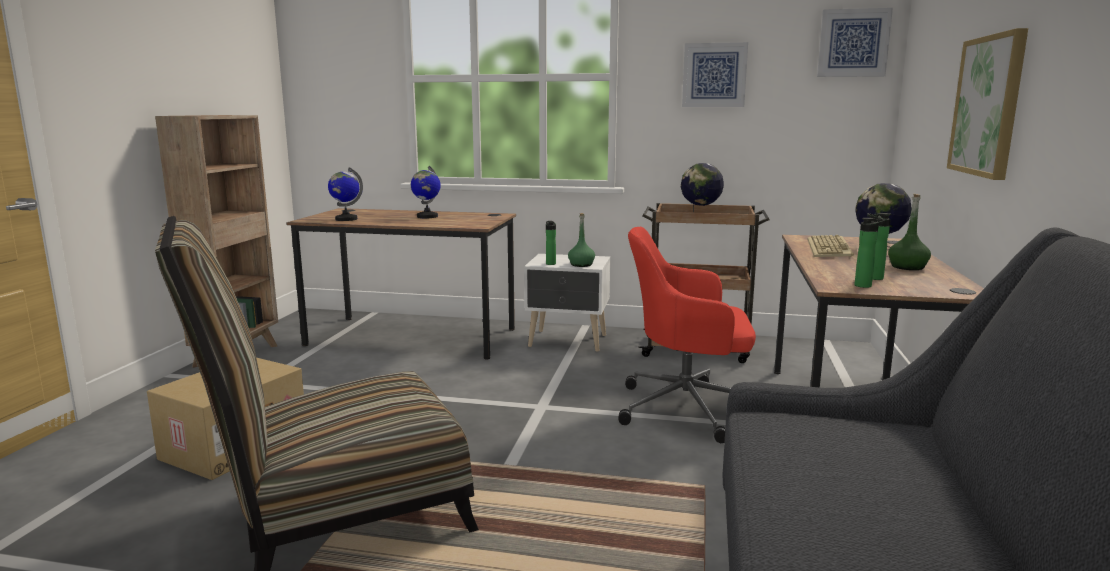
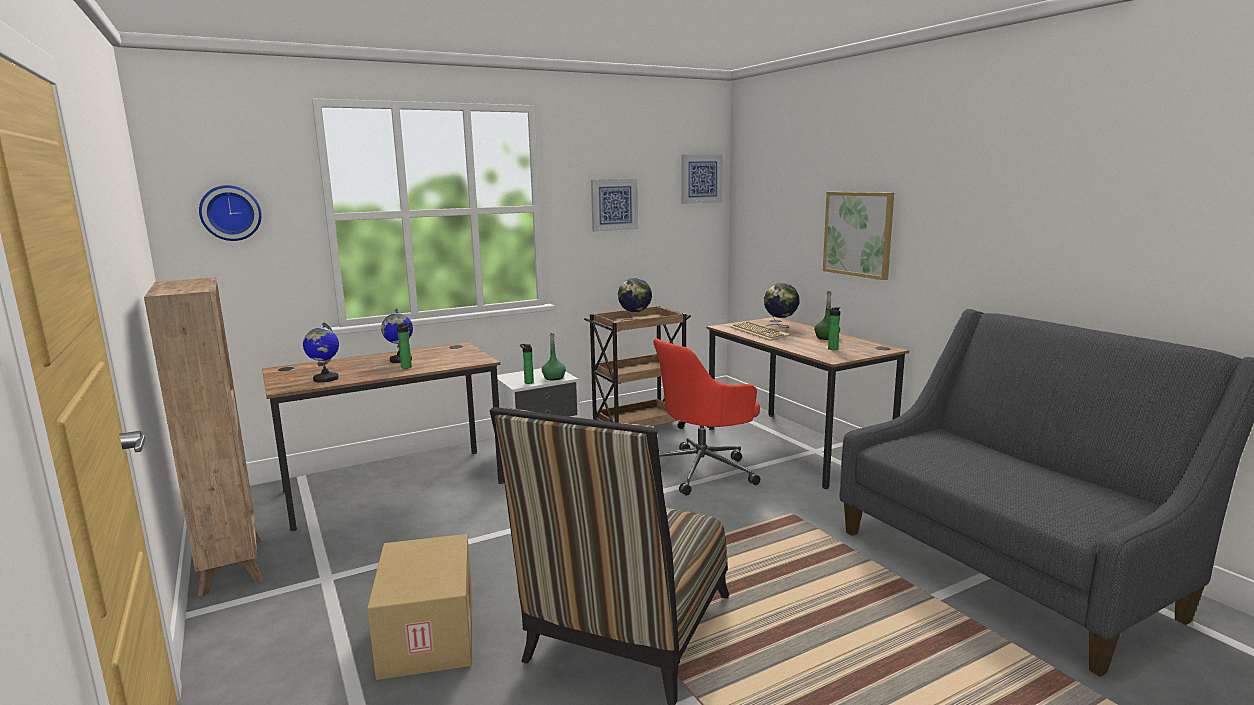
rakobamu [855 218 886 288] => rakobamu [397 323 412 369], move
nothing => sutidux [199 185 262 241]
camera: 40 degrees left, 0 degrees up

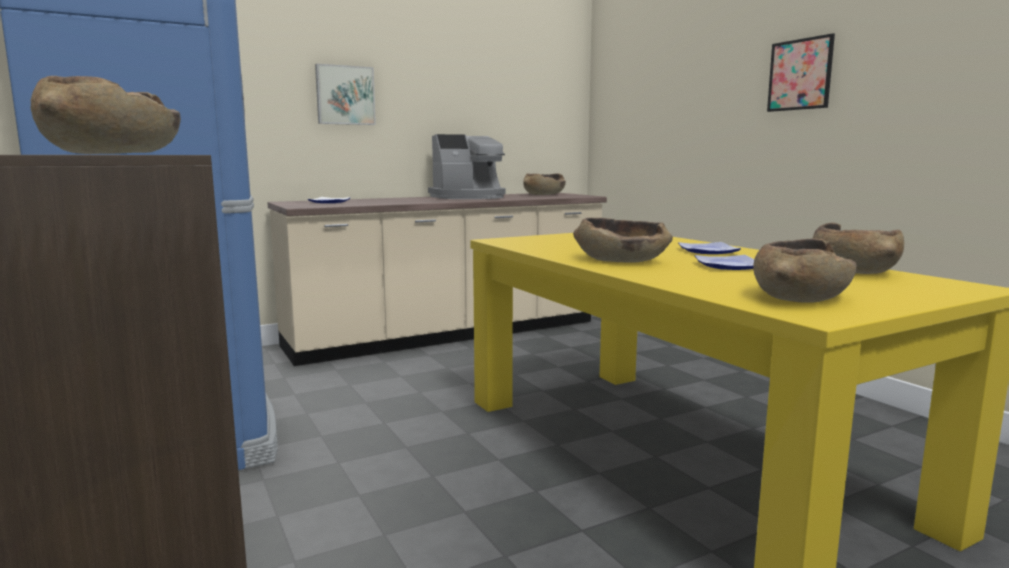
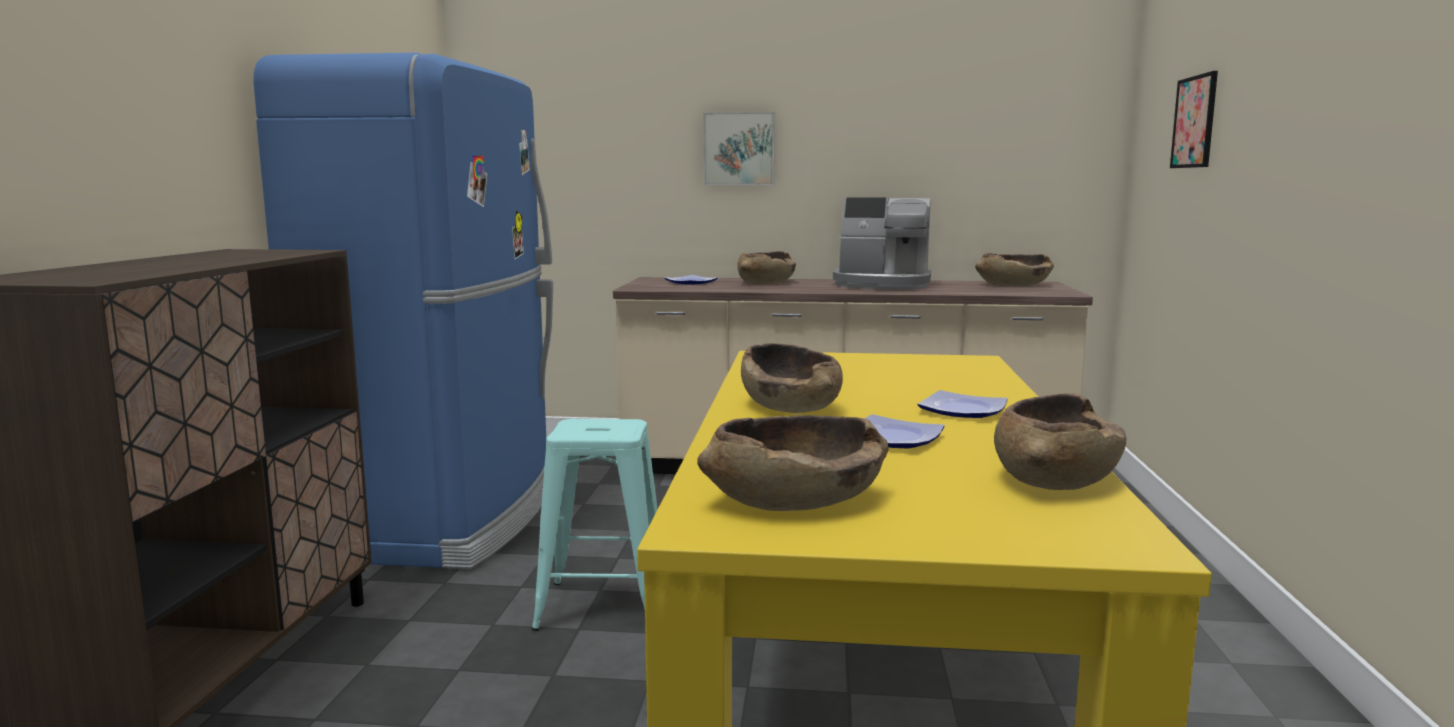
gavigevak [767 33 835 112] => gavigevak [1170 71 1218 168], move
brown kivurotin [31 76 181 154] => brown kivurotin [737 251 796 284], move
nothing => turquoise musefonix [532 419 657 631]
camera: 35 degrees right, 0 degrees up

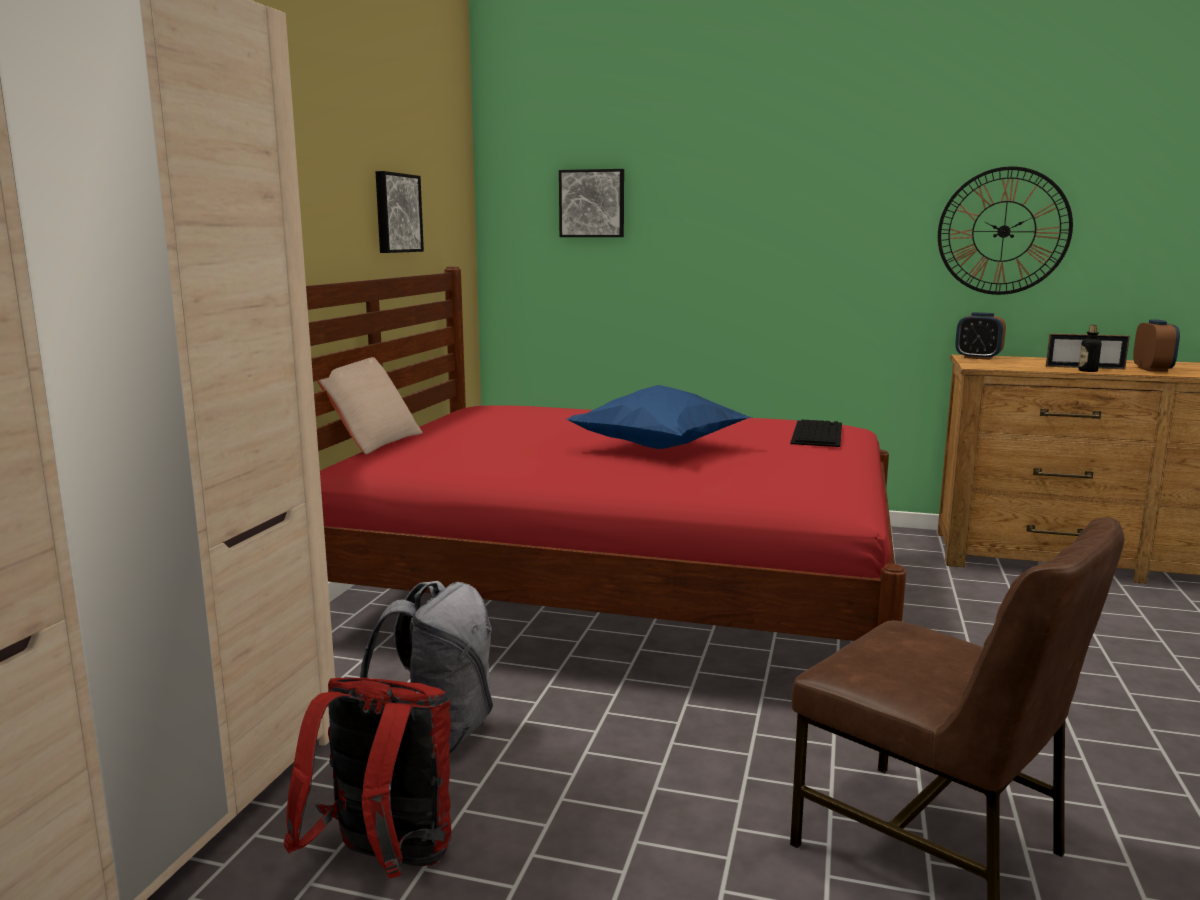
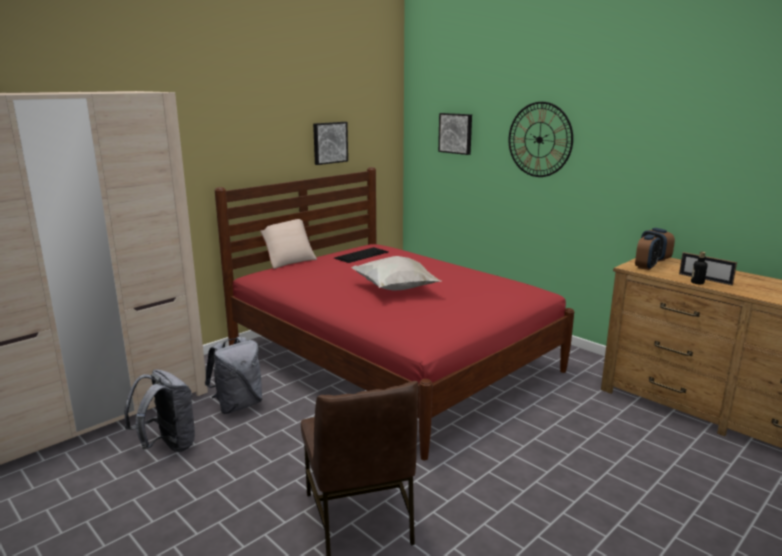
sutidux [938 166 1073 295] => sutidux [509 102 573 177], move
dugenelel [1133 319 1180 372] => dugenelel [635 234 661 270], move
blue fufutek [565 385 753 449] => white fufutek [351 256 442 291]
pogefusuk [790 420 842 447] => pogefusuk [334 247 388 263], move
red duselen [283 678 452 878] => grey duselen [125 369 195 452]
camera: 30 degrees right, 5 degrees up

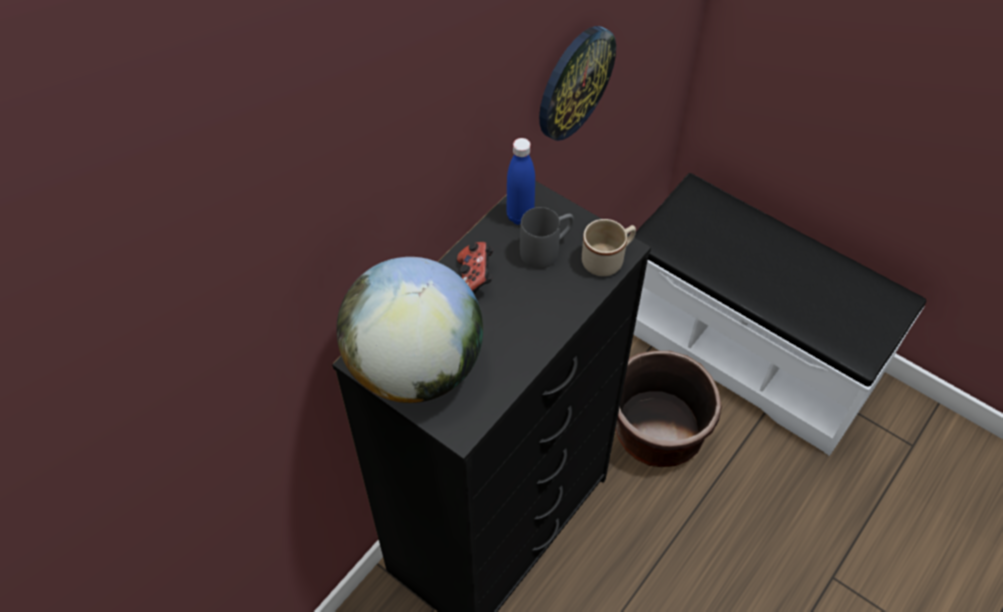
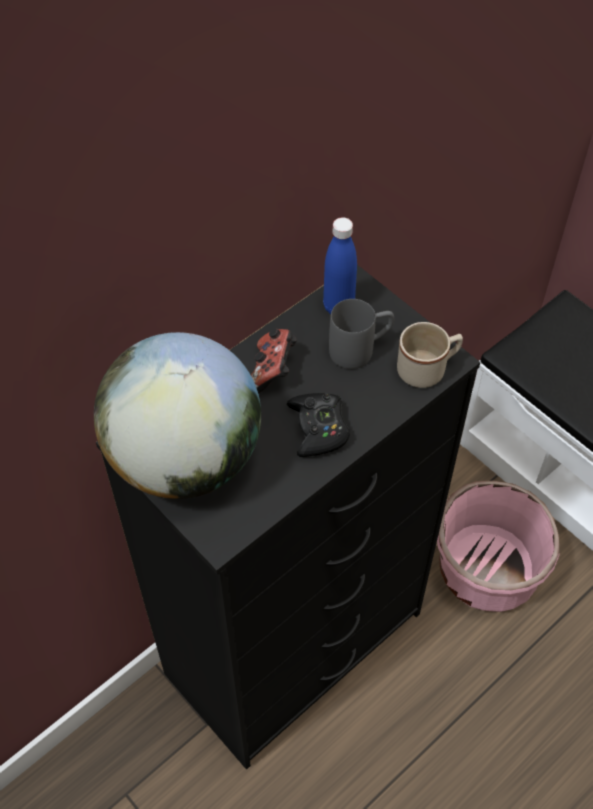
sutidux [539 26 616 141] => nothing
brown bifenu [615 351 722 467] => pink bifenu [437 481 560 612]
nothing => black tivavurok [287 393 350 457]
camera: 10 degrees right, 0 degrees up

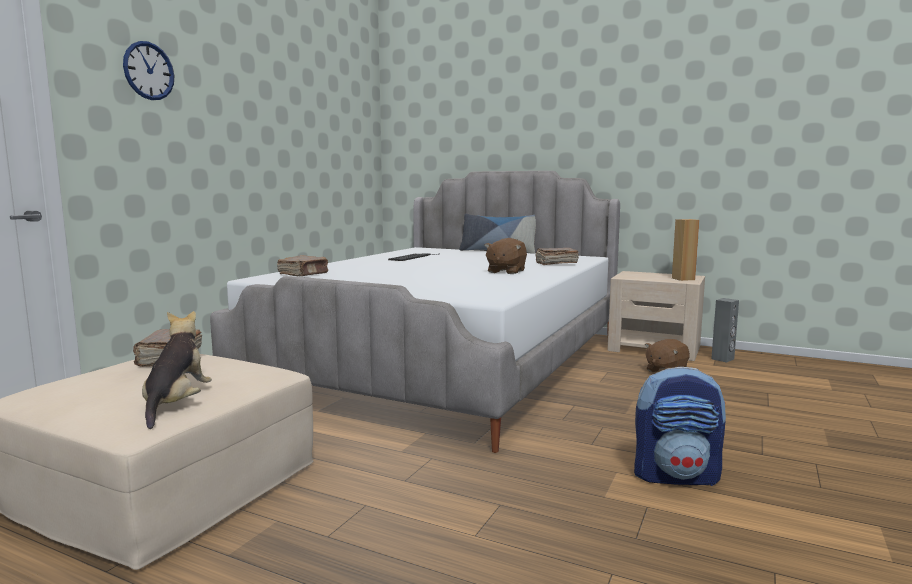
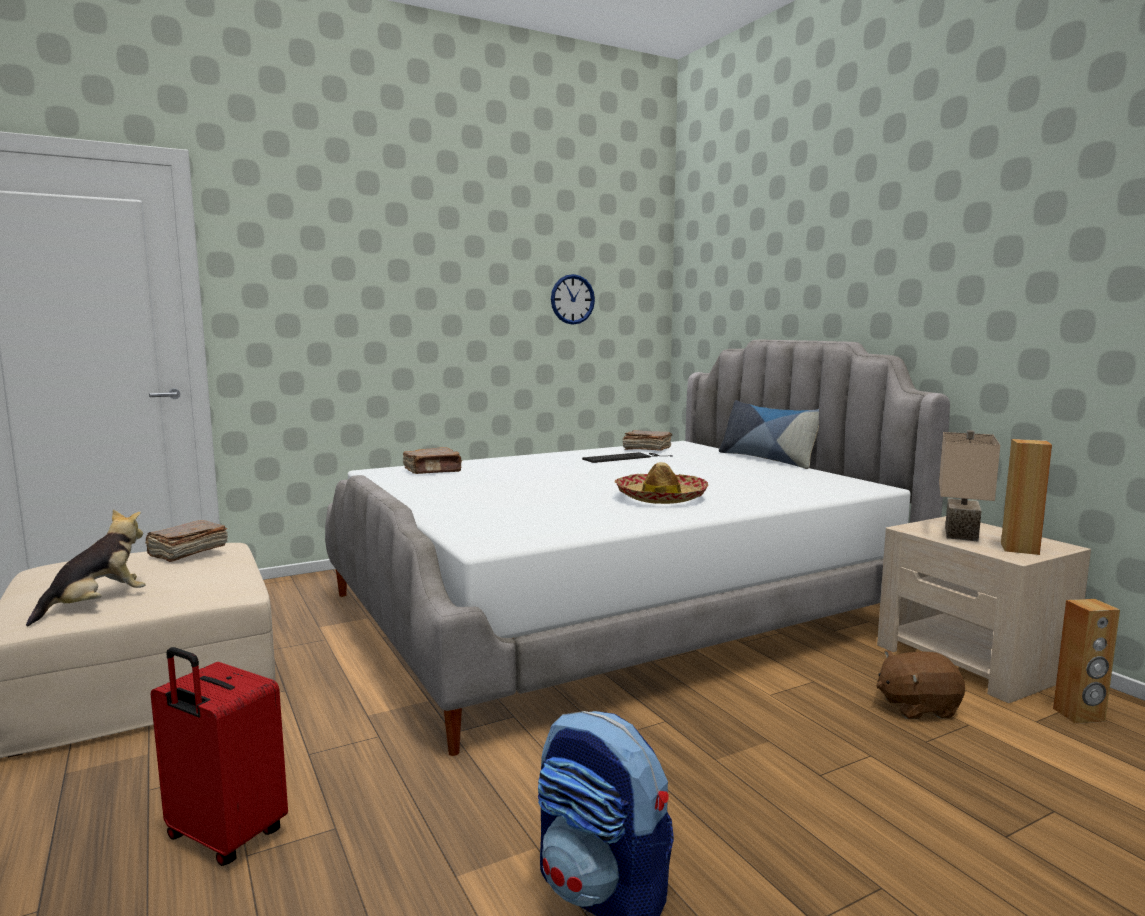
sutidux [123 41 174 100] => sutidux [551 274 595 325], move
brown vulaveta [484 238 527 274] => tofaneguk [614 462 709 504]
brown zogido [535 248 579 265] => brown zogido [622 430 672 451], move
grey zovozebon [711 298 739 363] => brown zovozebon [1053 599 1120 724]
nothing => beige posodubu [939 430 1000 541]
nothing => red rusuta [151 647 288 866]
camera: 35 degrees right, 0 degrees up

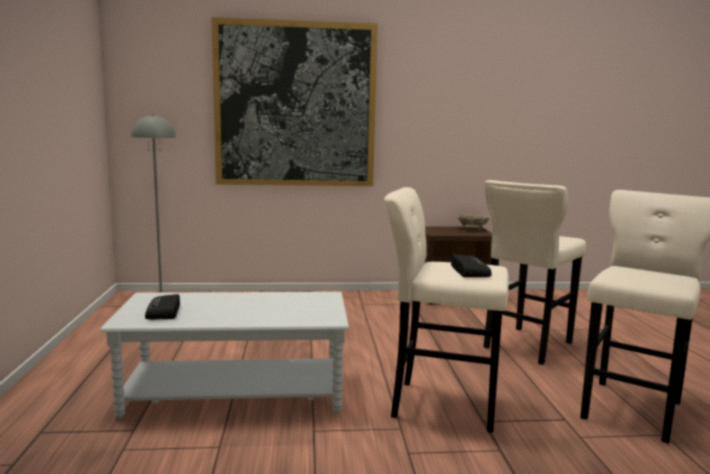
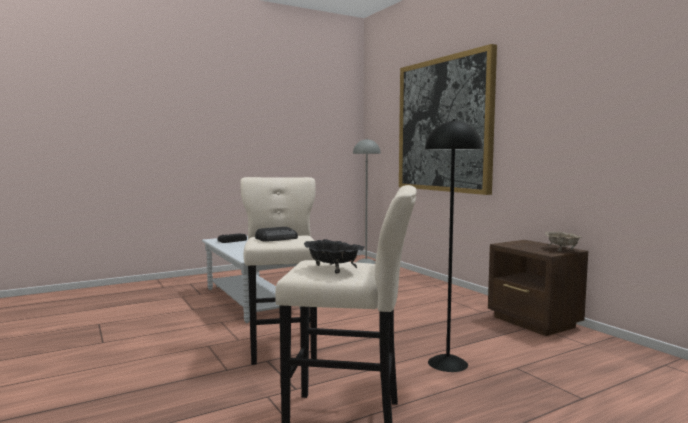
beige musefonix [484 180 586 365] => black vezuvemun [425 119 482 372]
nothing => black kivurotin [304 239 365 273]
camera: 65 degrees right, 5 degrees down

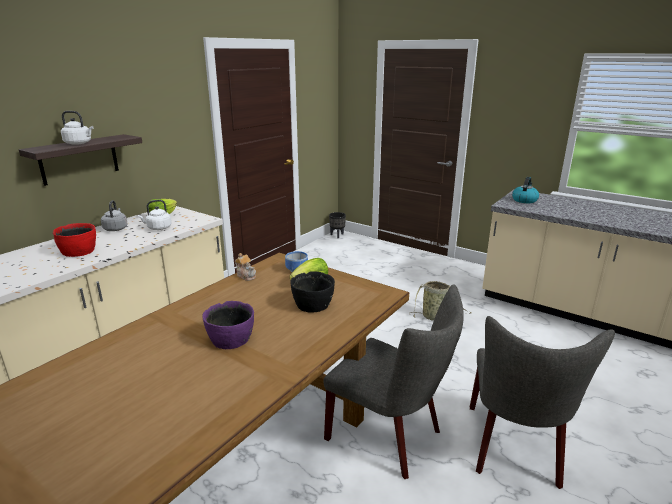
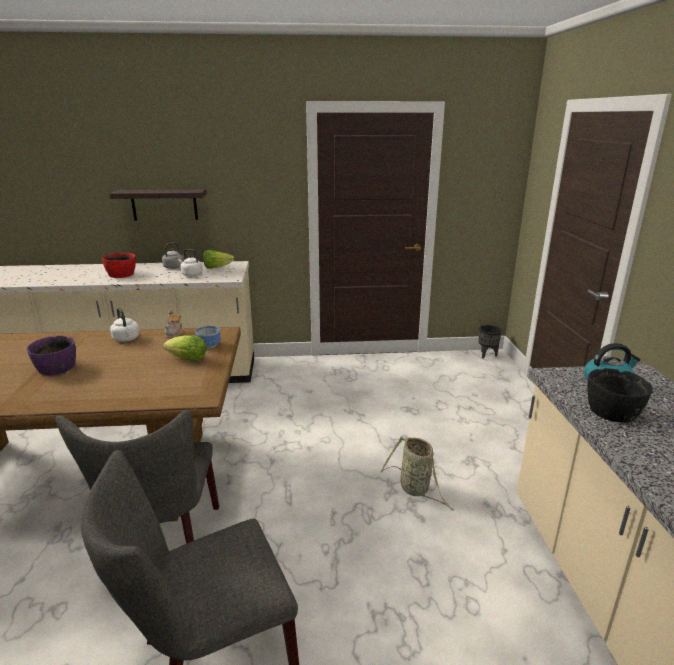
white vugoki [61 111 94 145] => white vugoki [110 308 139 342], move
black kivurotin [290 271 335 312] => black kivurotin [587 368 653 423], move
camera: 50 degrees right, 0 degrees up

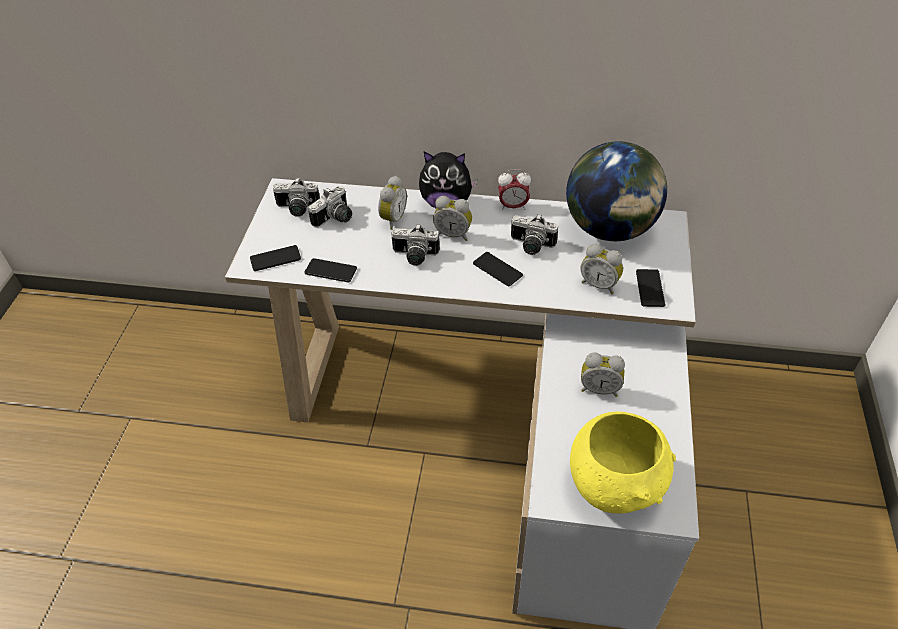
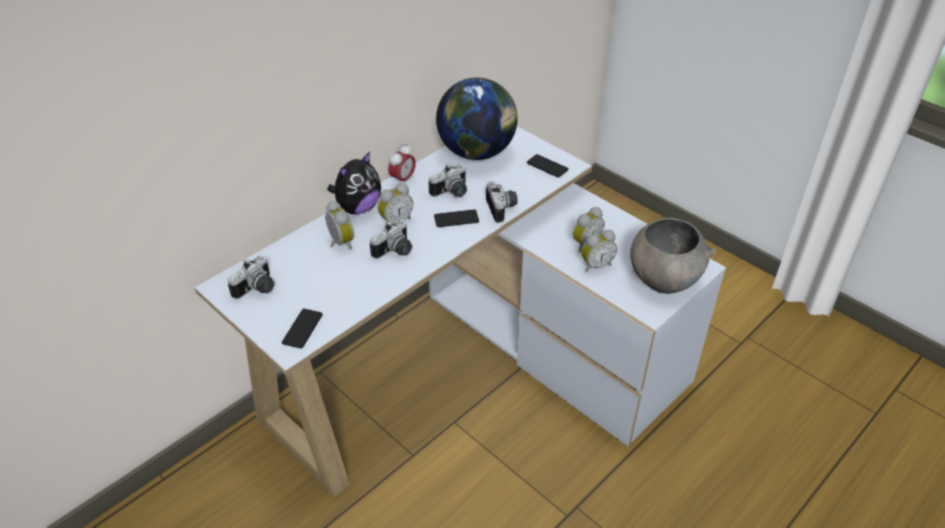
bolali [309 186 352 228] => bolali [486 181 518 223], move
dugenelel [580 244 623 294] => dugenelel [581 230 617 272], move
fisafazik [304 258 357 283] => nothing
yellow kivurotin [570 412 676 513] => grey kivurotin [630 218 716 294]
camera: 55 degrees left, 5 degrees down

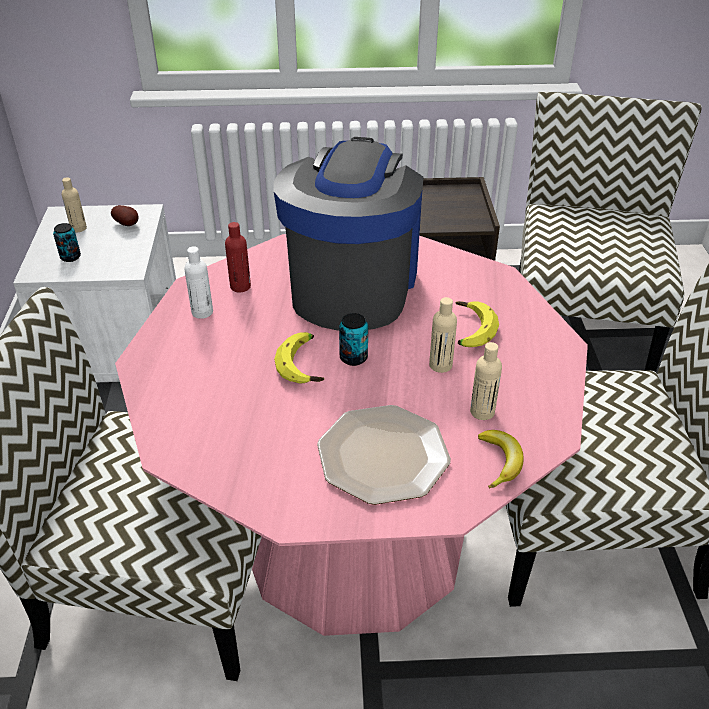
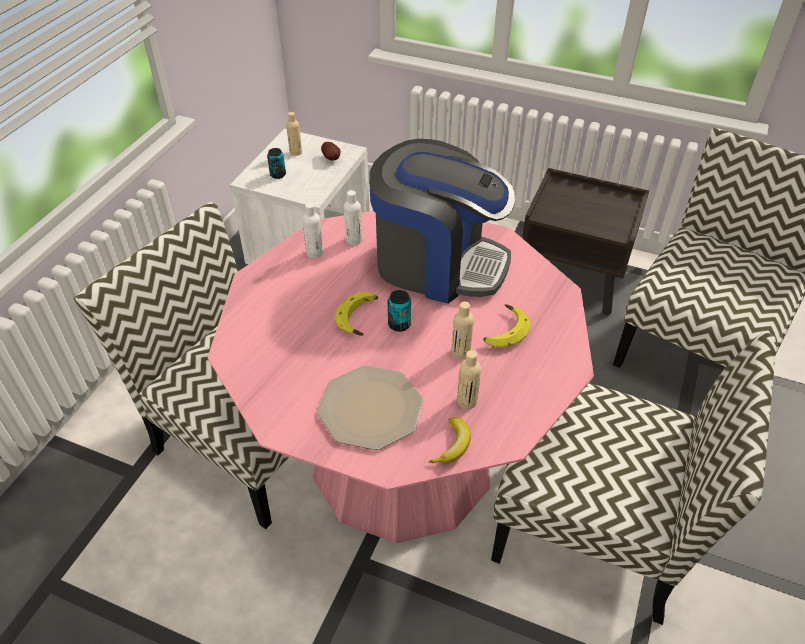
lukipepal [274 137 424 331] => lukipepal [369 139 515 304], 75 degrees clockwise
red rakobamu [225 222 251 293] => white rakobamu [344 190 362 245]
camera: 25 degrees right, 5 degrees up

